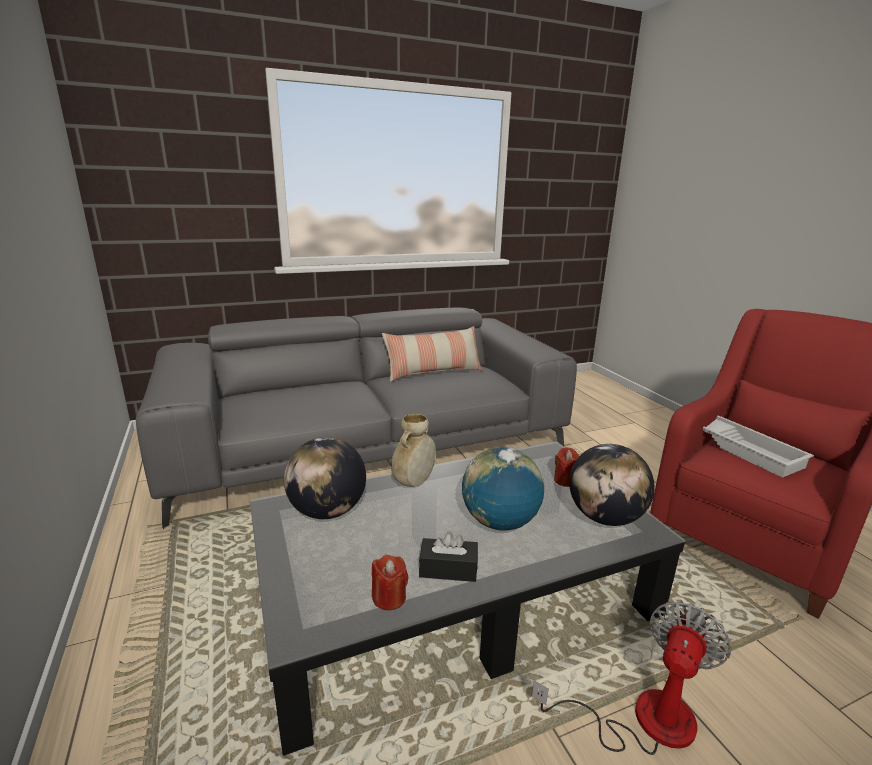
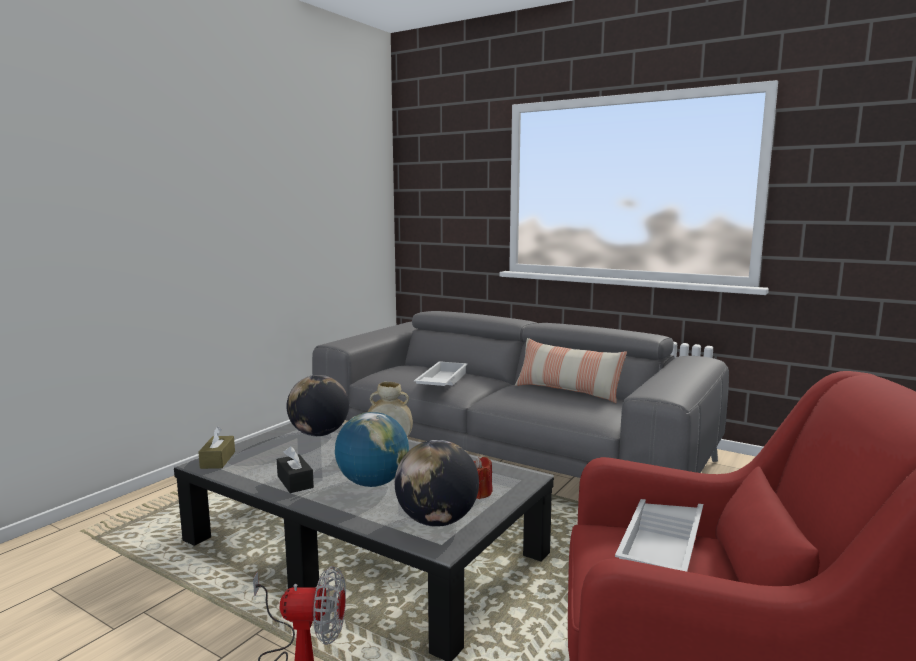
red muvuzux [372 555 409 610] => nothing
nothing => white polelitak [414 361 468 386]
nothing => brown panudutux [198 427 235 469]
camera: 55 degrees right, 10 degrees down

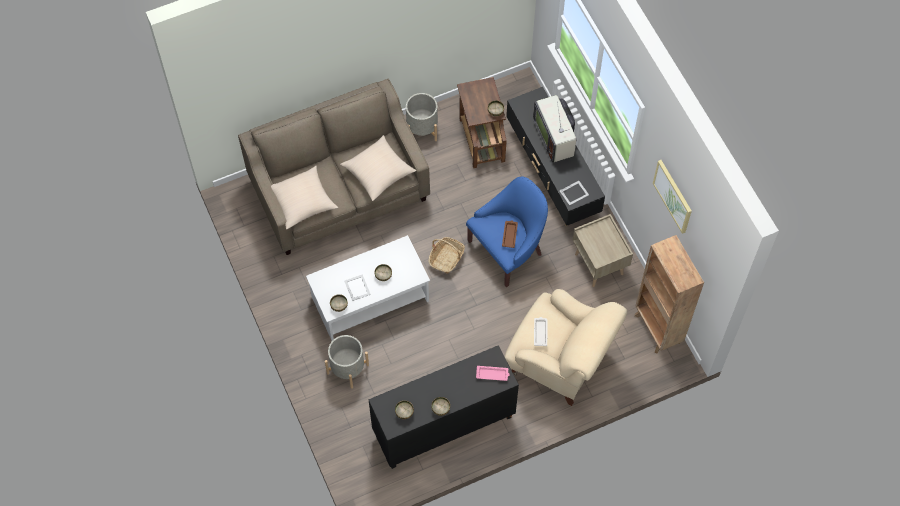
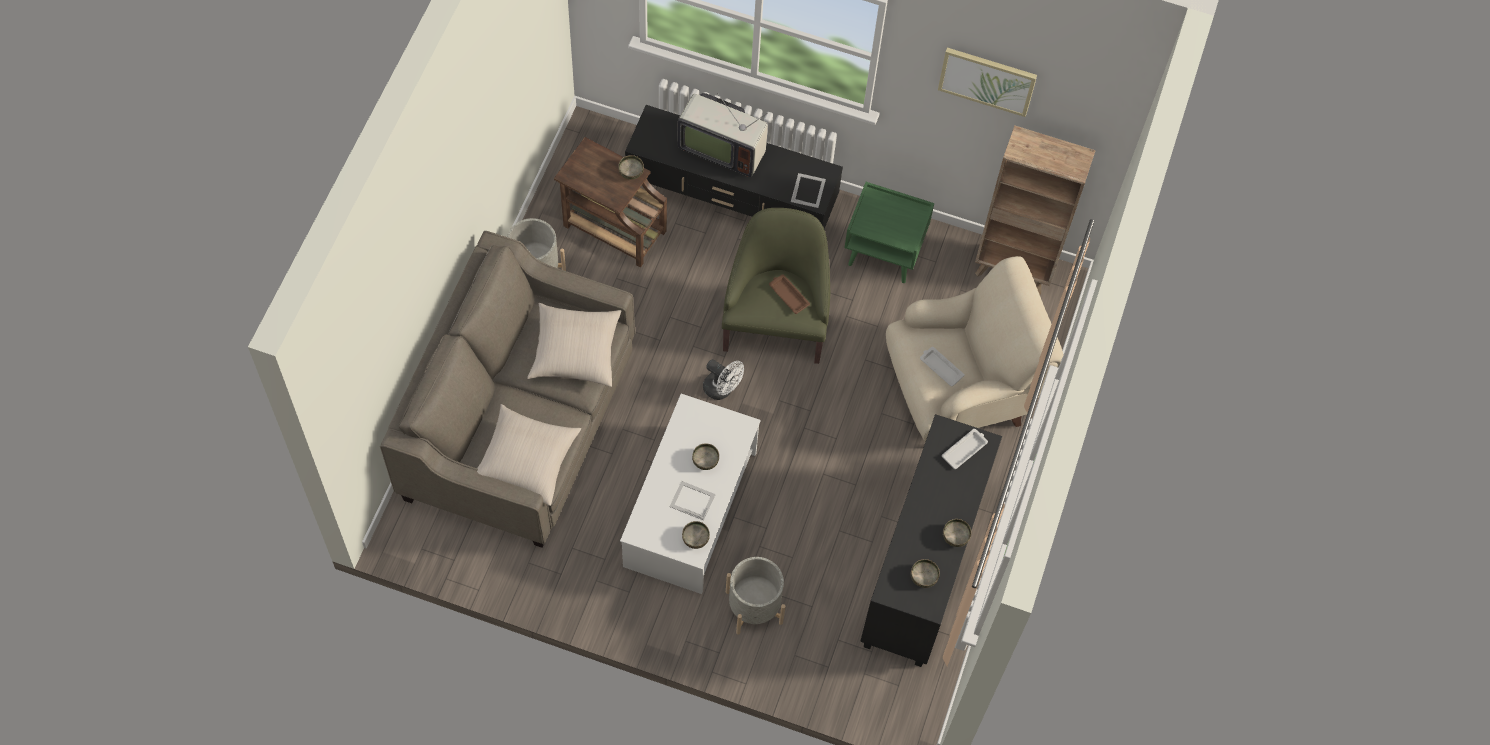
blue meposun [466 177 548 287] => green meposun [722 208 830 364]
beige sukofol [573 214 633 287] => green sukofol [844 182 934 283]
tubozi [428 237 465 274] => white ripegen [703 359 744 400]
pink polelitak [476 366 510 381] => white polelitak [942 429 988 469]
camera: 50 degrees left, 0 degrees up

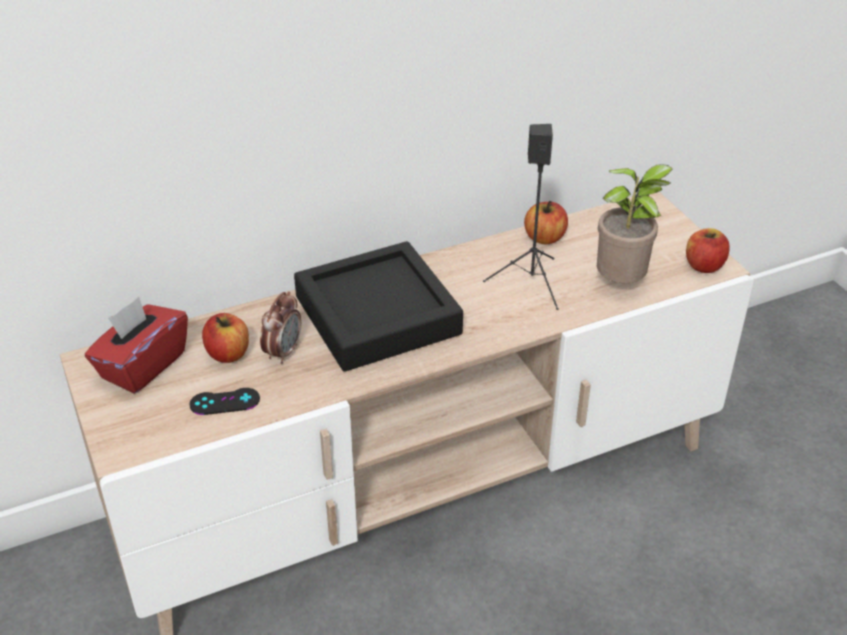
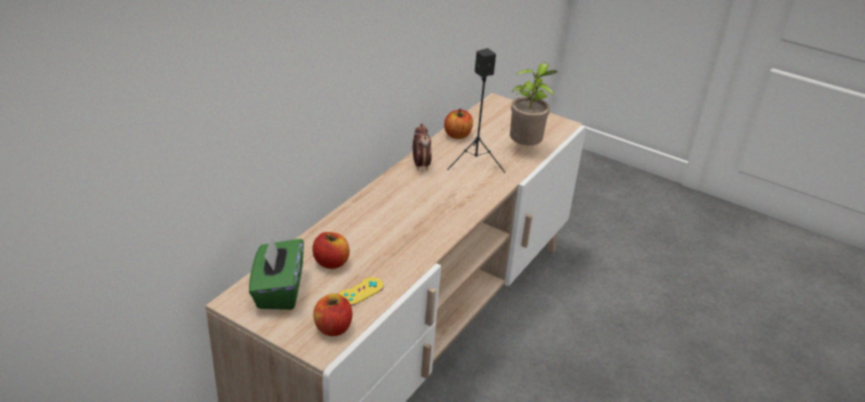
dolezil [686 228 730 273] => dolezil [313 294 352 336], move
black polelitak [294 241 463 372] => nothing
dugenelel [260 291 301 364] => dugenelel [413 123 432 171], move
red panudutux [85 297 188 394] => green panudutux [249 236 304 310]
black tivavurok [189 388 260 415] => yellow tivavurok [338 277 384 306]
camera: 35 degrees left, 5 degrees down

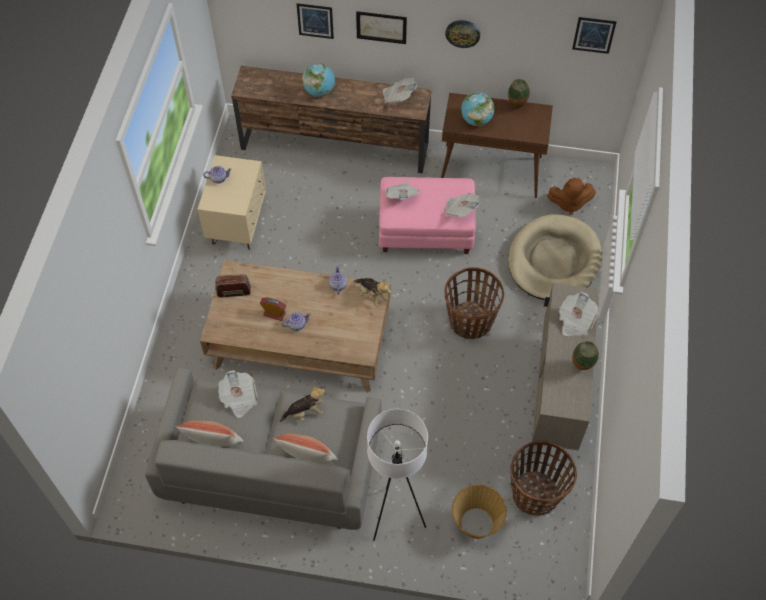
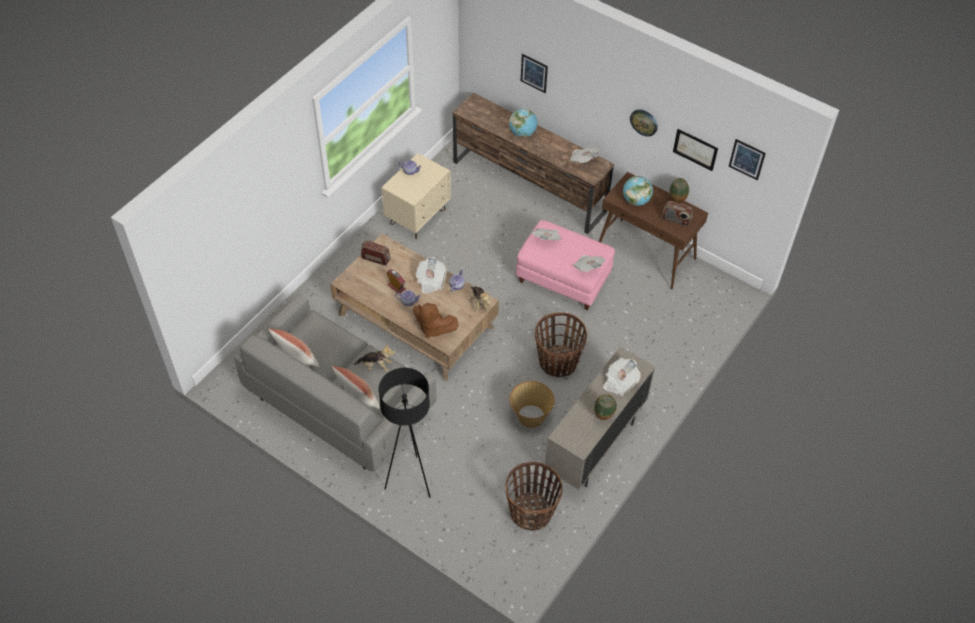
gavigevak [356 11 407 44] => gavigevak [673 129 718 171], move
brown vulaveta [547 178 596 215] => brown vulaveta [413 303 459 338], move
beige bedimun [508 214 602 300] => nothing
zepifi [218 370 258 418] => zepifi [415 257 447 294], move
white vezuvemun [367 409 428 541] => black vezuvemun [379 368 431 498]
tubozi [452 485 507 539] => tubozi [509 381 554 428], move
nothing => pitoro [662 201 693 226]
camera: 25 degrees right, 5 degrees down

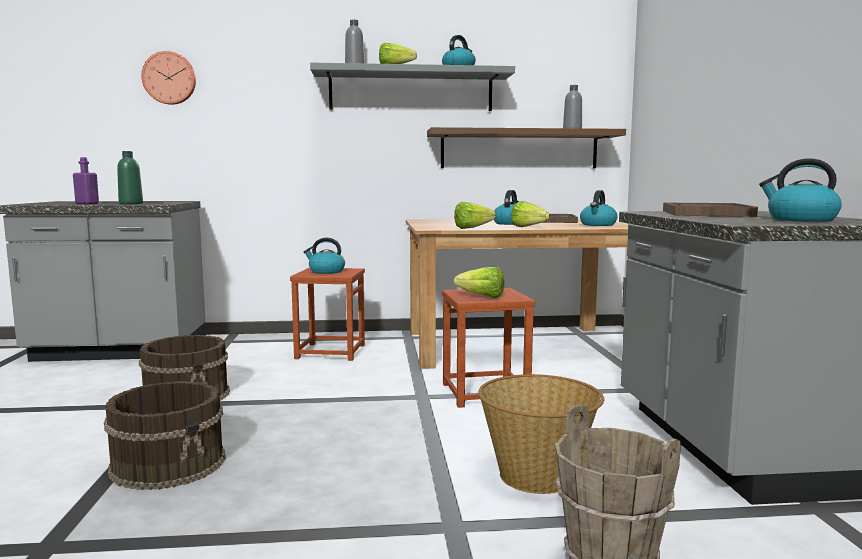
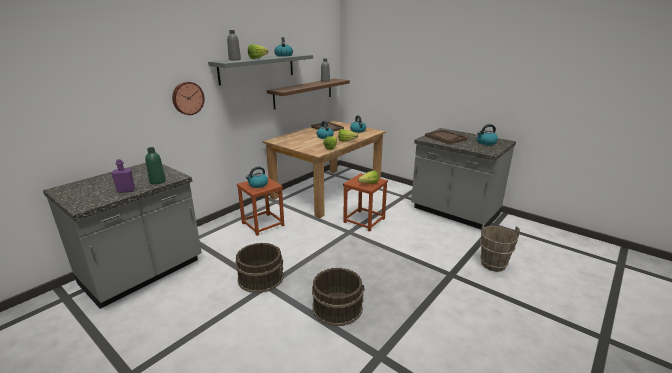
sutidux [142 51 196 105] => sutidux [172 82 205 115], move
tubozi [478 374 604 494] => nothing
camera: 45 degrees left, 15 degrees up

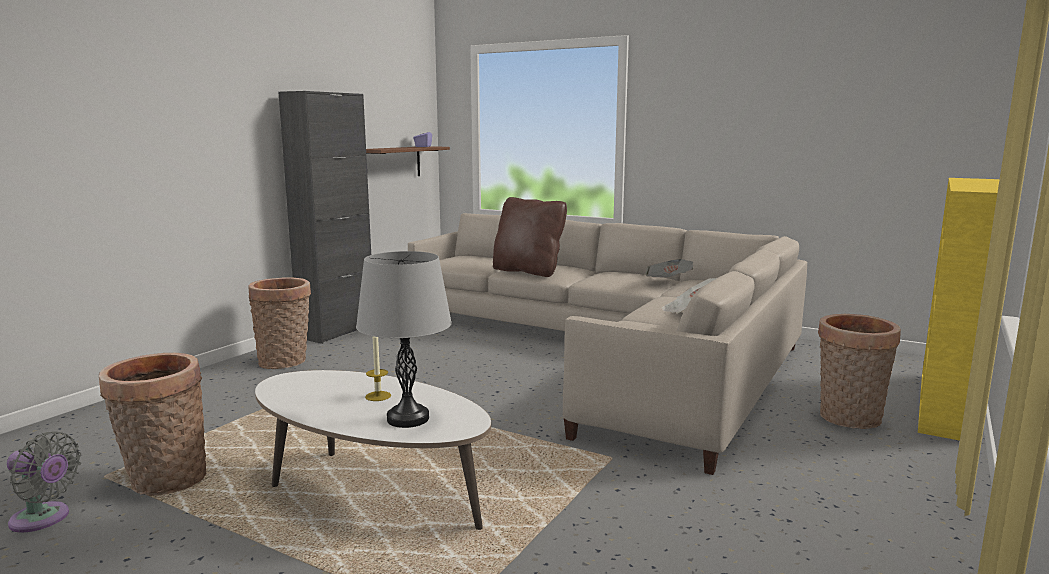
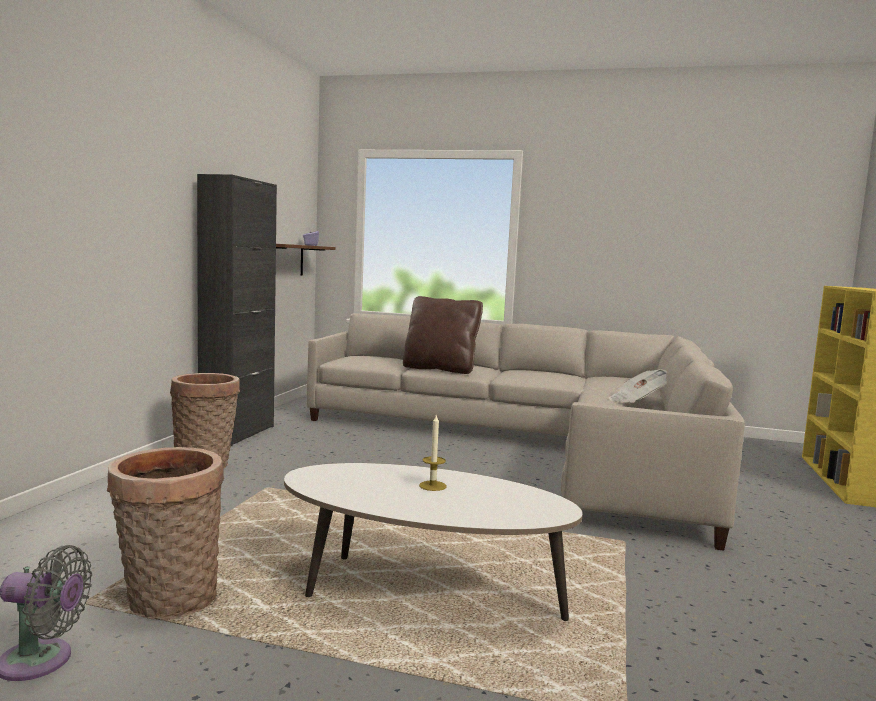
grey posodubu [356 251 452 428] => nothing
zepifi [646 259 693 278] => nothing
tubozi [818 314 901 429] => nothing
camera: 15 degrees left, 5 degrees down

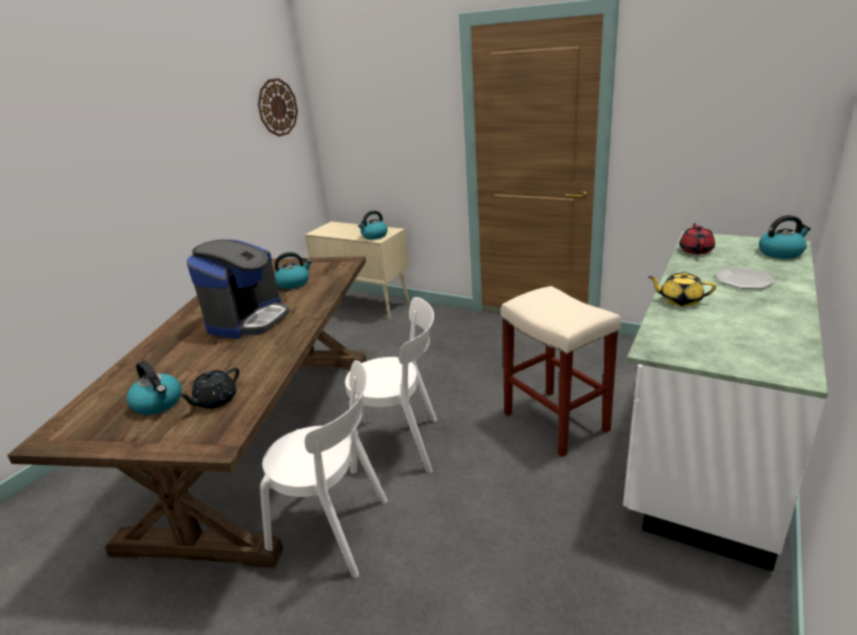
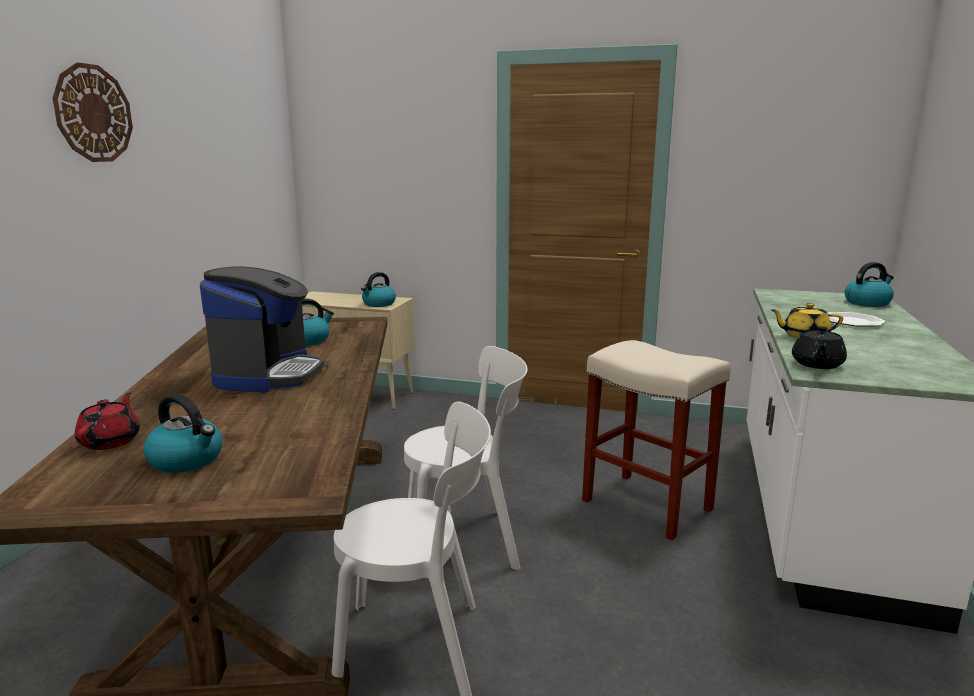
sutidux [258 78 298 137] => sutidux [52 62 133 162], move
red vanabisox [679 223 715 254] => red vanabisox [75 393 140 450], move
black vanabisox [178 368 239 409] => black vanabisox [792 326 847 369], move
camera: 15 degrees left, 10 degrees down

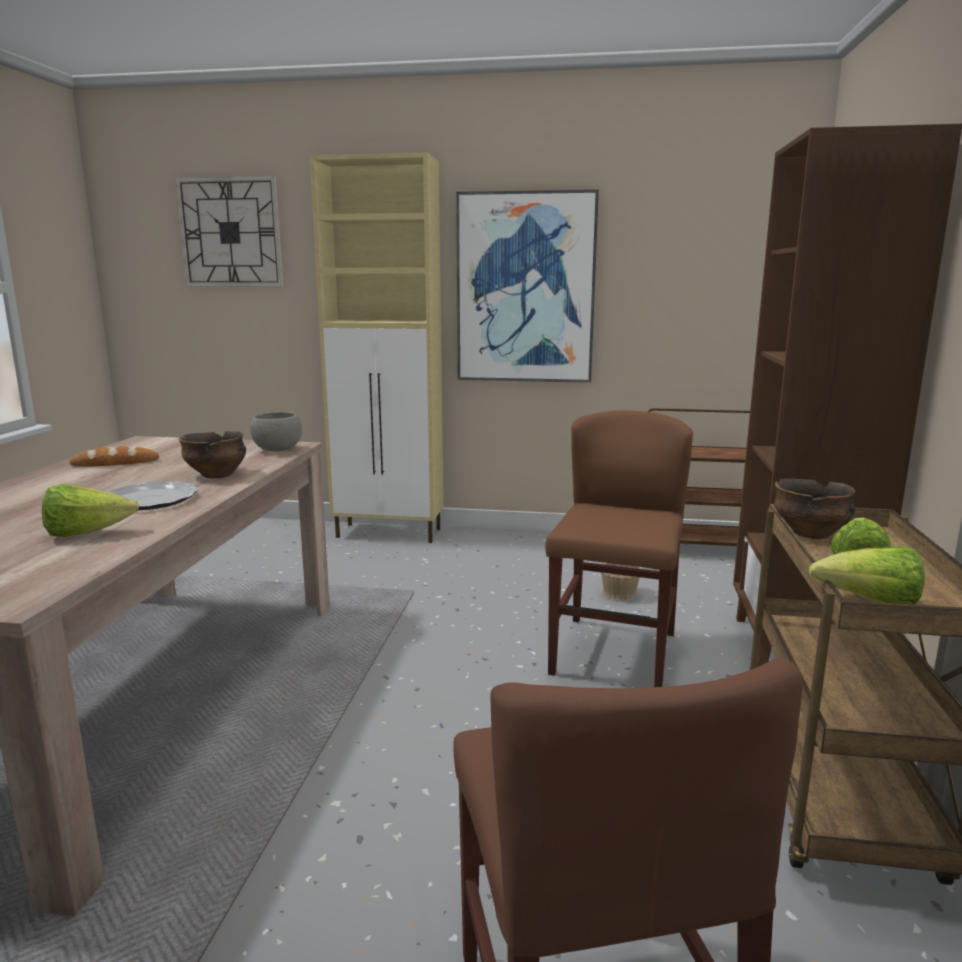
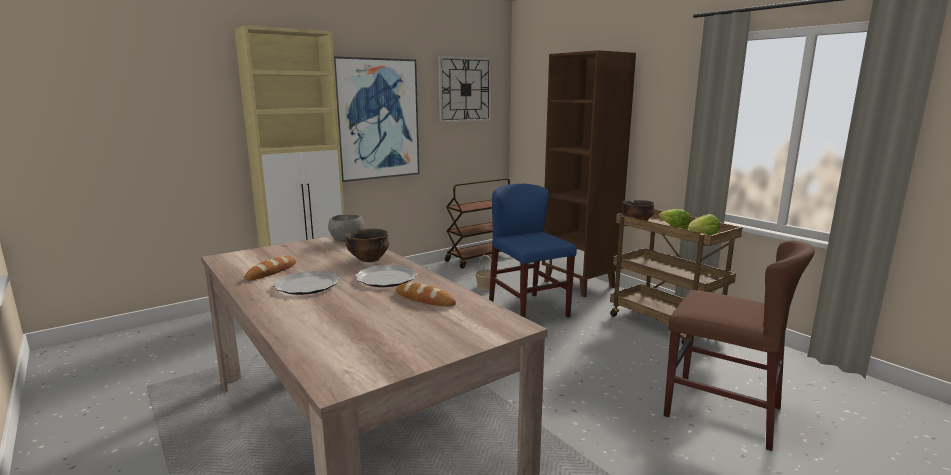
sutidux [175 176 283 286] => sutidux [438 56 492 123], move
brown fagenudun [545 410 693 687] => blue fagenudun [489 184 577 318]
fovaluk [42 484 139 537] => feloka [396 283 456 306]
nothing => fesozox [273 271 340 295]
camera: 45 degrees left, 0 degrees up

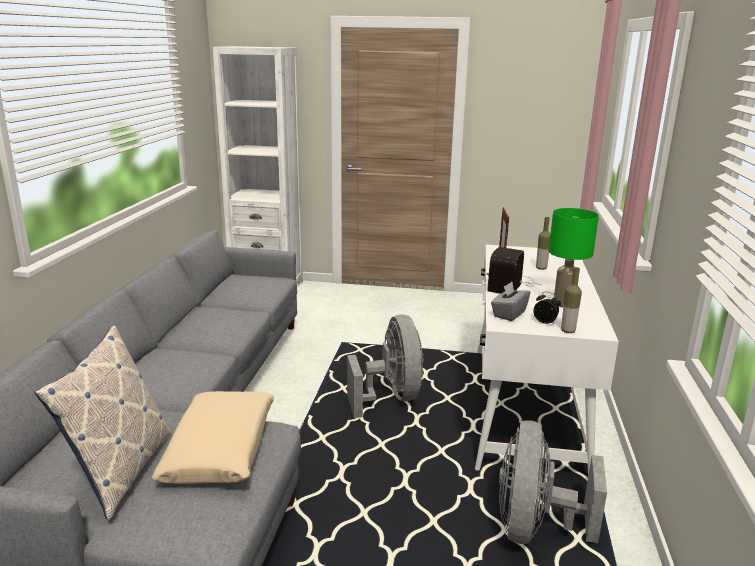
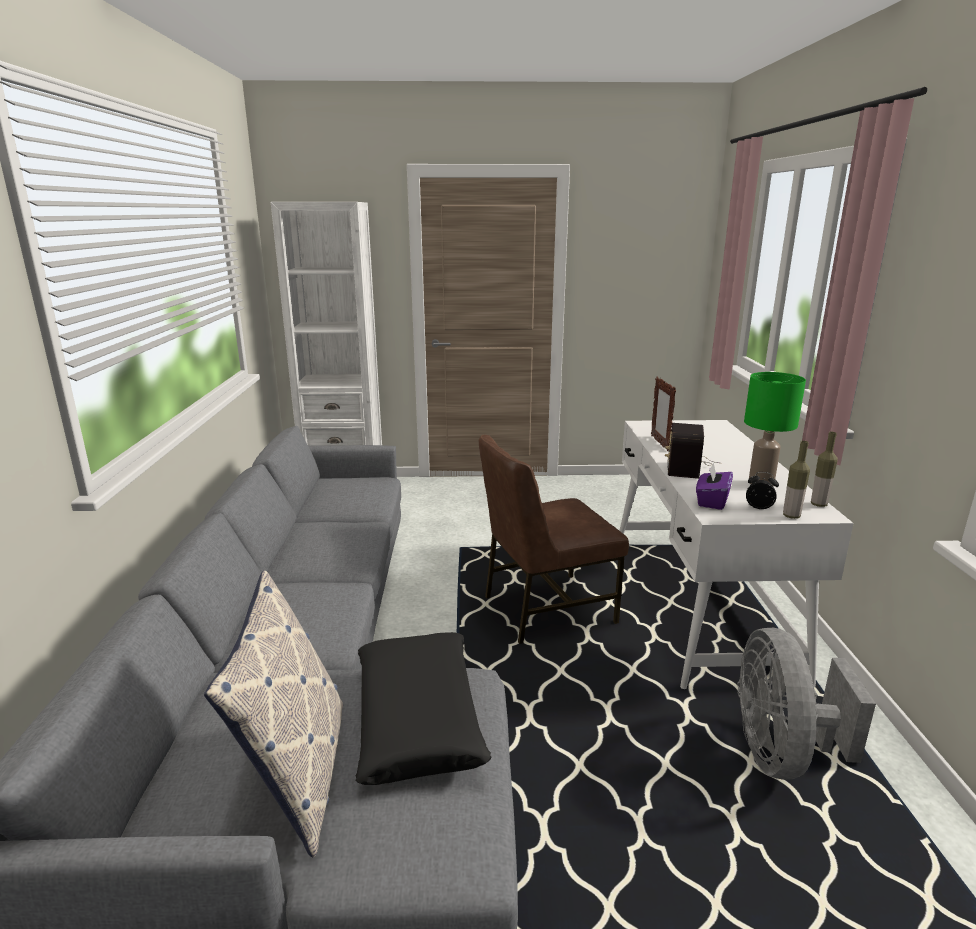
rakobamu [536 217 550 270] => rakobamu [811 432 838 507], move
grey panudutux [491 282 530 321] => purple panudutux [696 462 733 510]
grey ripegen [347 315 424 418] => brown fagenudun [479 435 629 644]
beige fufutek [151 391 274 484] => black fufutek [355 632 492 785]
camera: 10 degrees left, 0 degrees up

